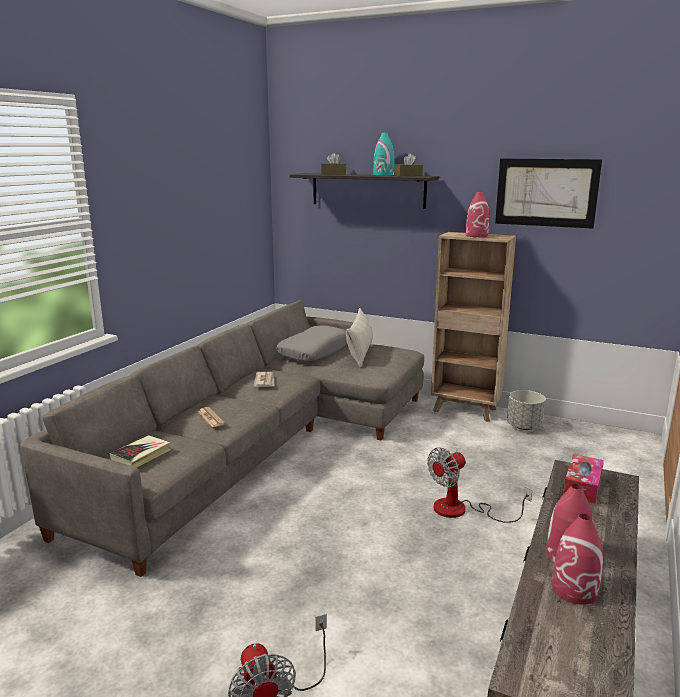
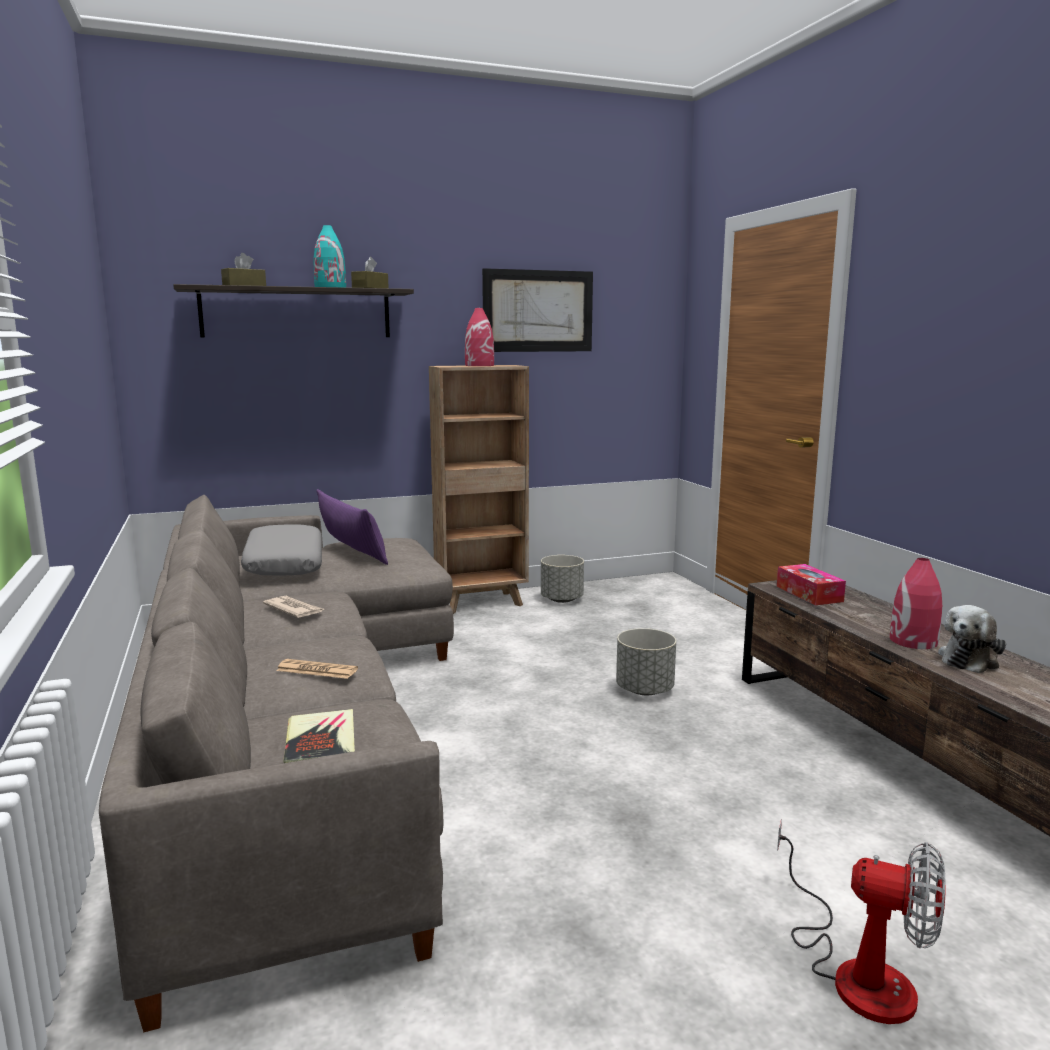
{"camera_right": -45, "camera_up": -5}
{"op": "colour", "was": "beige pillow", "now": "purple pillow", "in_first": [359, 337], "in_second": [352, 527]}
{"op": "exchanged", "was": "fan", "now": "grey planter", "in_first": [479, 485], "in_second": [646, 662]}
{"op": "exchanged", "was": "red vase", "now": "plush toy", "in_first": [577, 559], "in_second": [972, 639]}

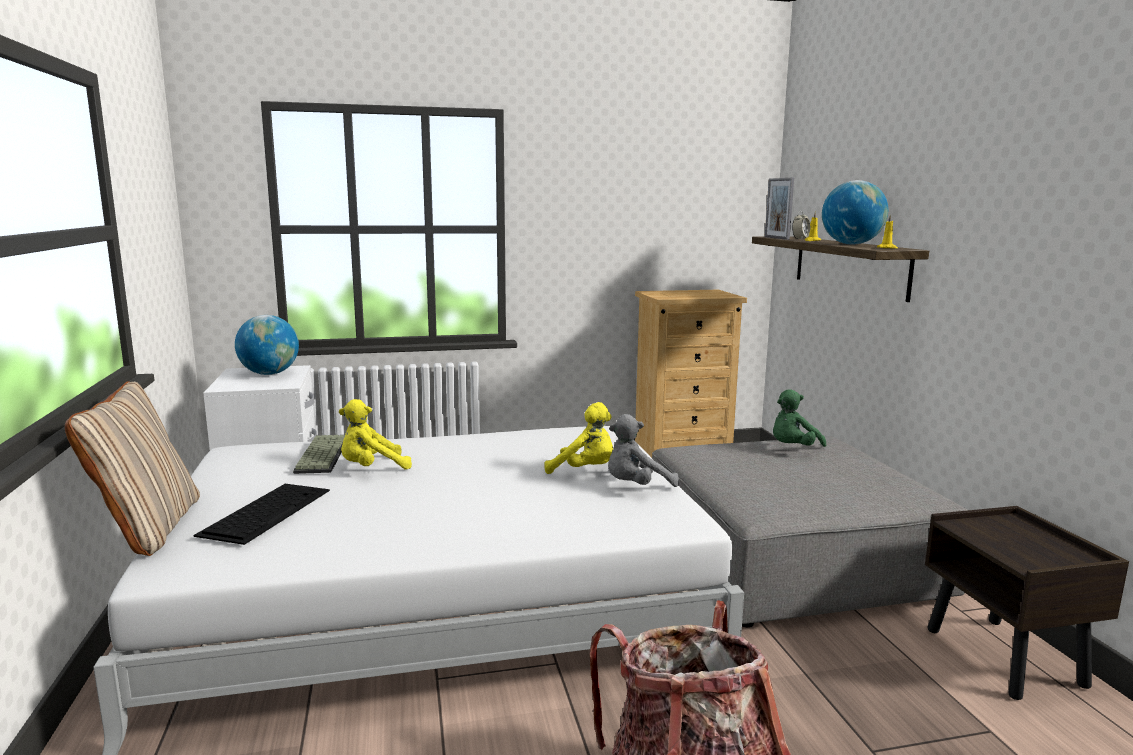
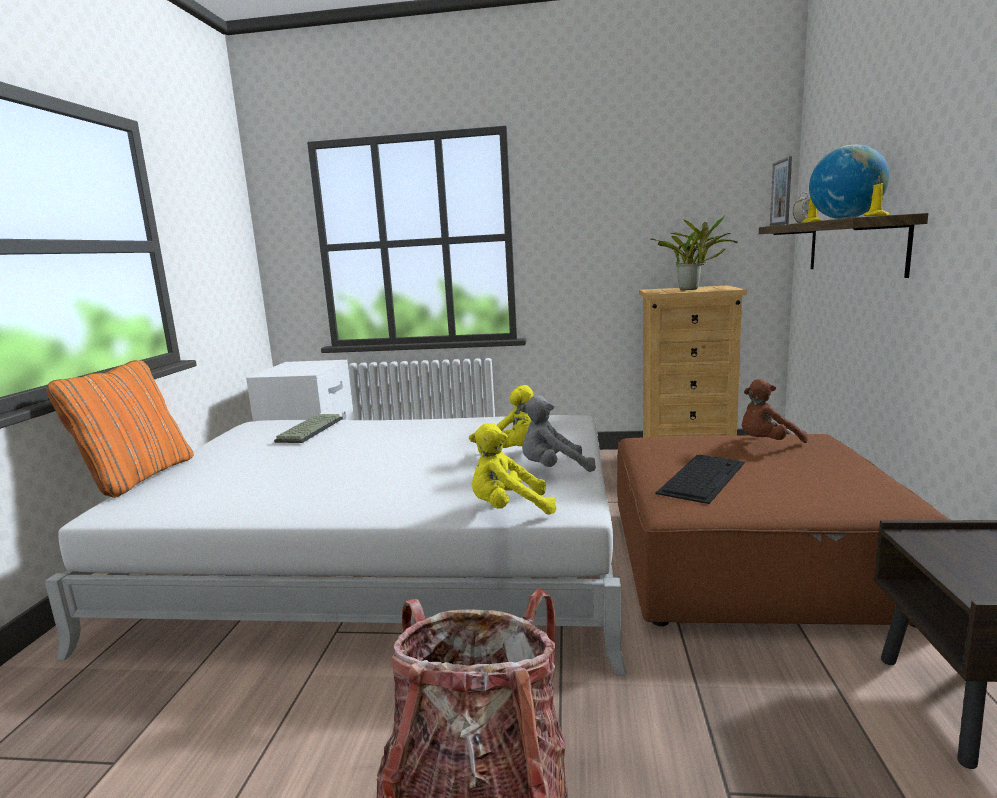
{"camera_right": 20, "camera_up": 0}
{"op": "missing", "was": "globe", "in_first": [267, 345]}
{"op": "colour", "was": "beige pillow", "now": "orange pillow", "in_first": [132, 468], "in_second": [120, 429]}
{"op": "colour", "was": "green plush toy", "now": "brown plush toy", "in_first": [799, 418], "in_second": [775, 411]}
{"op": "relocated", "was": "yellow plush toy", "in_first": [375, 434], "in_second": [512, 469]}
{"op": "colour", "was": "grey ottoman", "now": "brown ottoman", "in_first": [810, 532], "in_second": [783, 531]}
{"op": "relocated", "was": "keyboard", "in_first": [261, 514], "in_second": [700, 479]}
{"op": "appeared", "now": "potted plant", "in_second": [694, 253]}

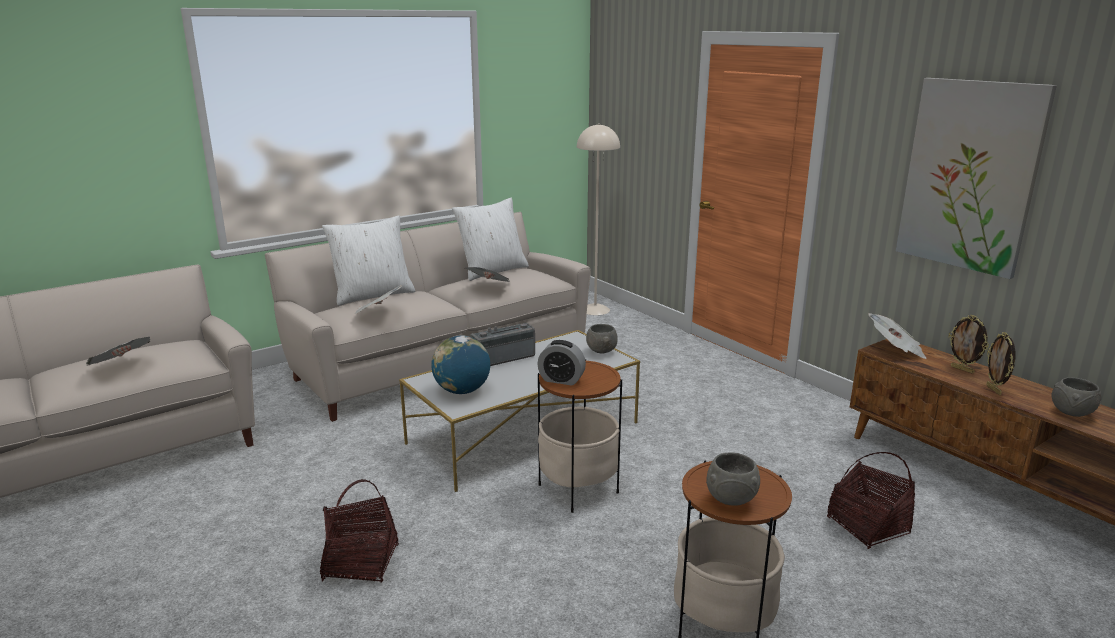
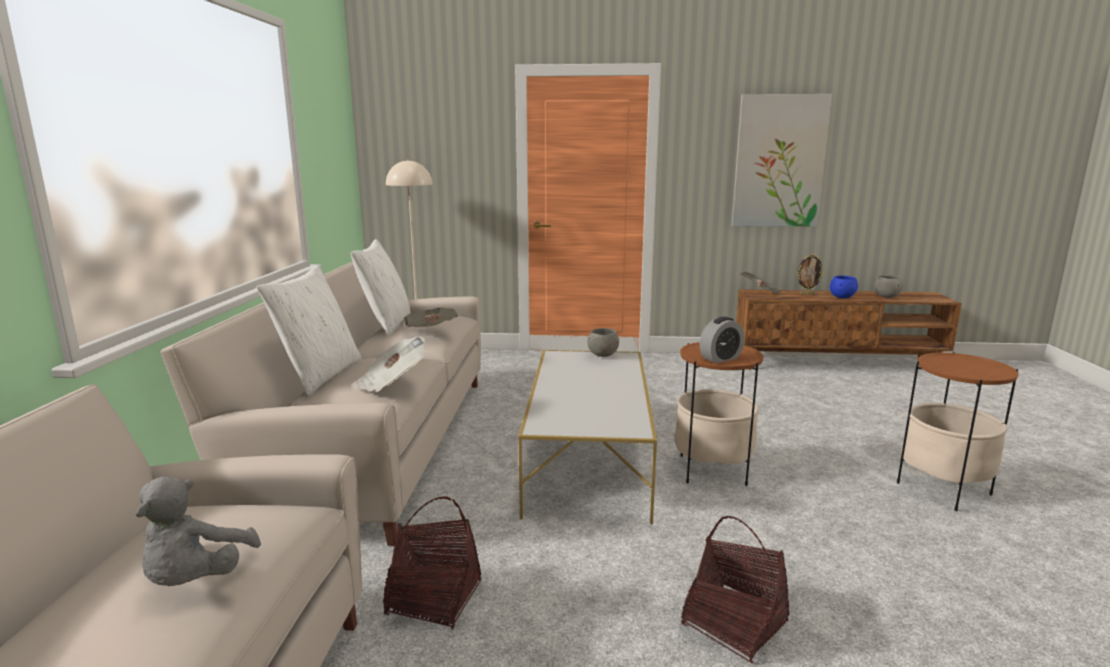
{"camera_right": -50, "camera_up": -5}
{"op": "missing", "was": "radio", "in_first": [502, 344]}
{"op": "exchanged", "was": "picture frame", "now": "blue bowl", "in_first": [1000, 363], "in_second": [844, 287]}
{"op": "missing", "was": "globe", "in_first": [460, 364]}
{"op": "exchanged", "was": "newspaper", "now": "grey plush toy", "in_first": [118, 351], "in_second": [198, 531]}
{"op": "missing", "was": "grey bowl", "in_first": [733, 479]}
{"op": "relocated", "was": "basket", "in_first": [871, 500], "in_second": [432, 562]}

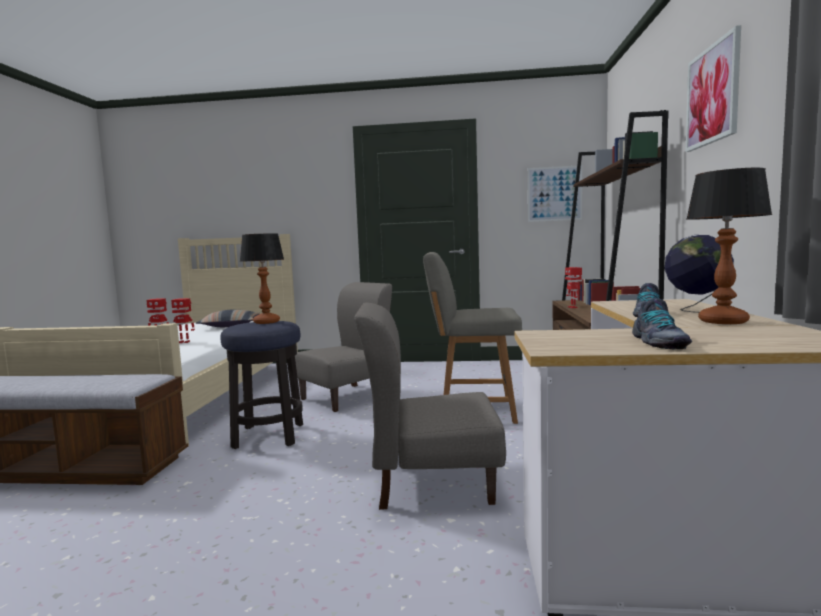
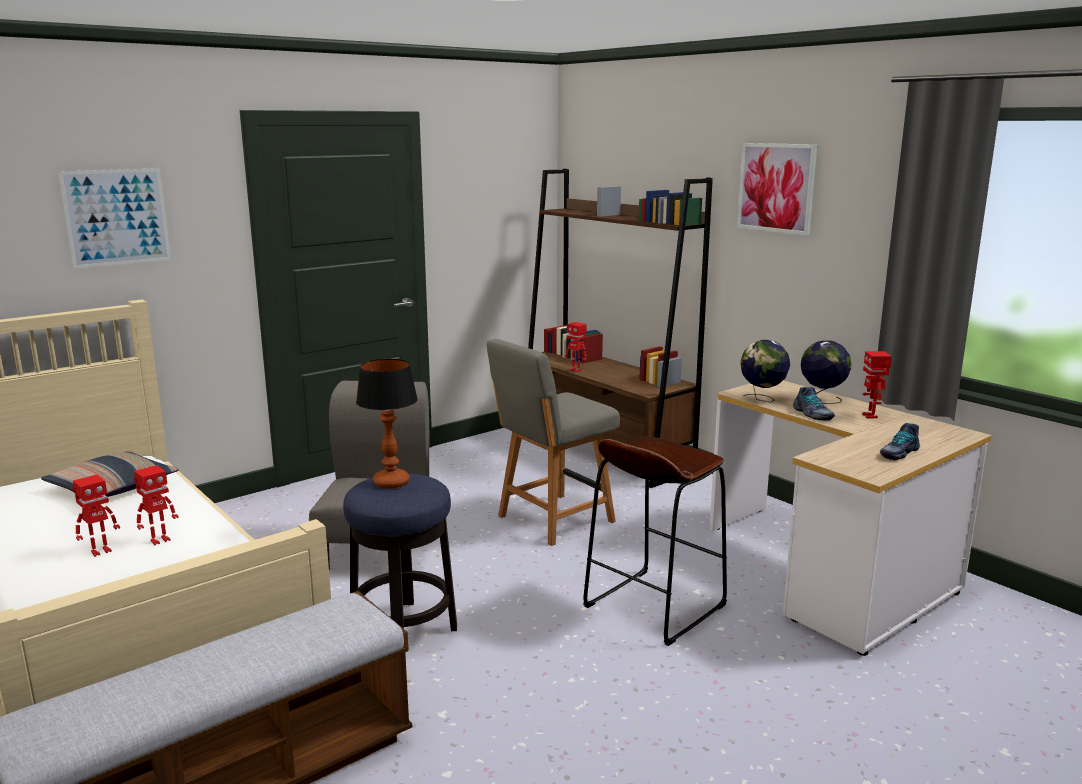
{"camera_right": -45, "camera_up": 10}
{"op": "relocated", "was": "picture", "in_first": [555, 193], "in_second": [115, 218]}
{"op": "exchanged", "was": "table lamp", "now": "toy robot", "in_first": [729, 246], "in_second": [877, 385]}
{"op": "spun", "was": "shoe", "in_first": [662, 323], "in_second": [900, 441], "clockwise": 90}
{"op": "exchanged", "was": "grey chair", "now": "brown stool", "in_first": [430, 406], "in_second": [655, 541]}
{"op": "appeared", "now": "globe", "in_second": [765, 371]}

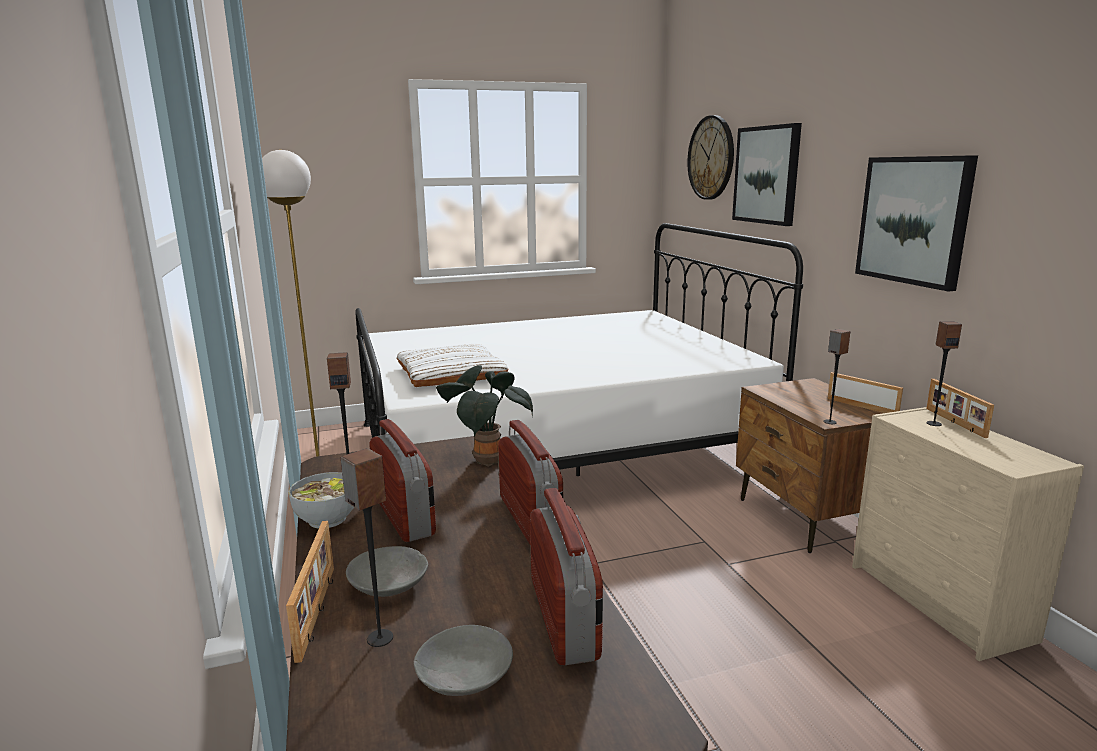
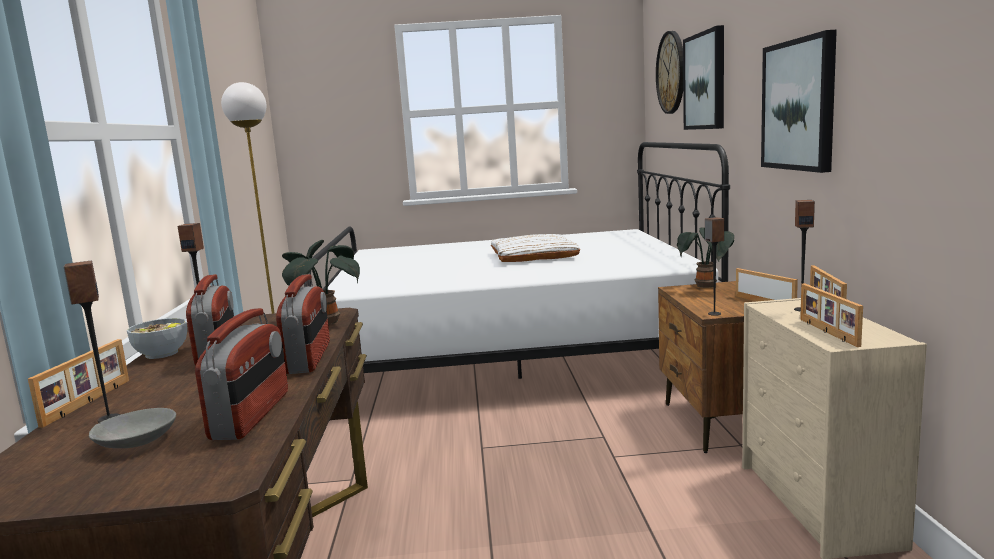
{"camera_right": 15, "camera_up": -5}
{"op": "relocated", "was": "white pillow", "in_first": [453, 365], "in_second": [535, 248]}
{"op": "missing", "was": "grey bowl", "in_first": [387, 571]}
{"op": "appeared", "now": "potted plant", "in_second": [705, 257]}
{"op": "appeared", "now": "picture frame", "in_second": [831, 315]}

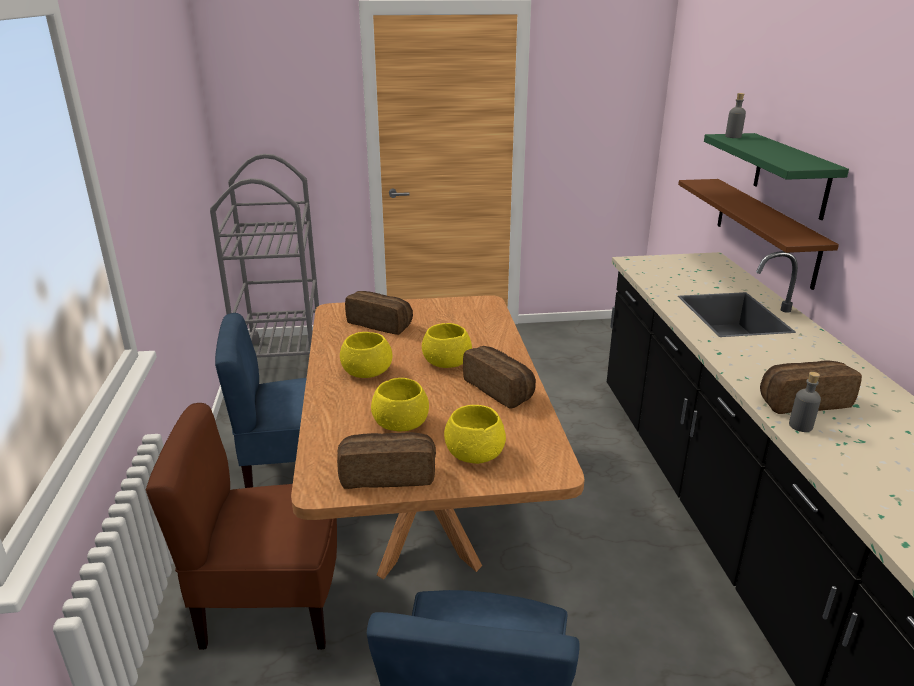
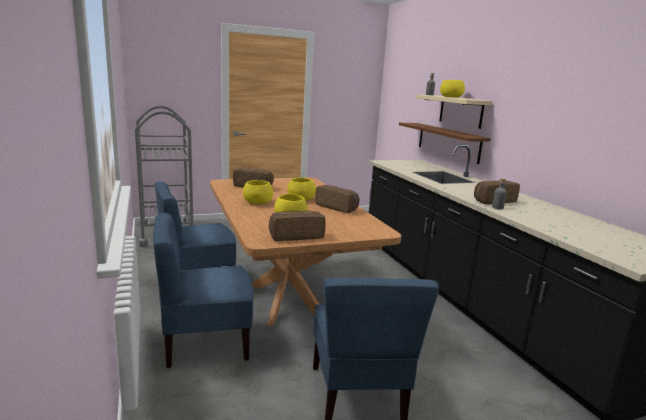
{"camera_right": -15, "camera_up": -10}
{"op": "colour", "was": "green shelf", "now": "beige shelf", "in_first": [776, 176], "in_second": [454, 111]}
{"op": "colour", "was": "brown chair", "now": "blue chair", "in_first": [241, 526], "in_second": [203, 290]}
{"op": "relocated", "was": "yellow bowl", "in_first": [475, 434], "in_second": [452, 89]}

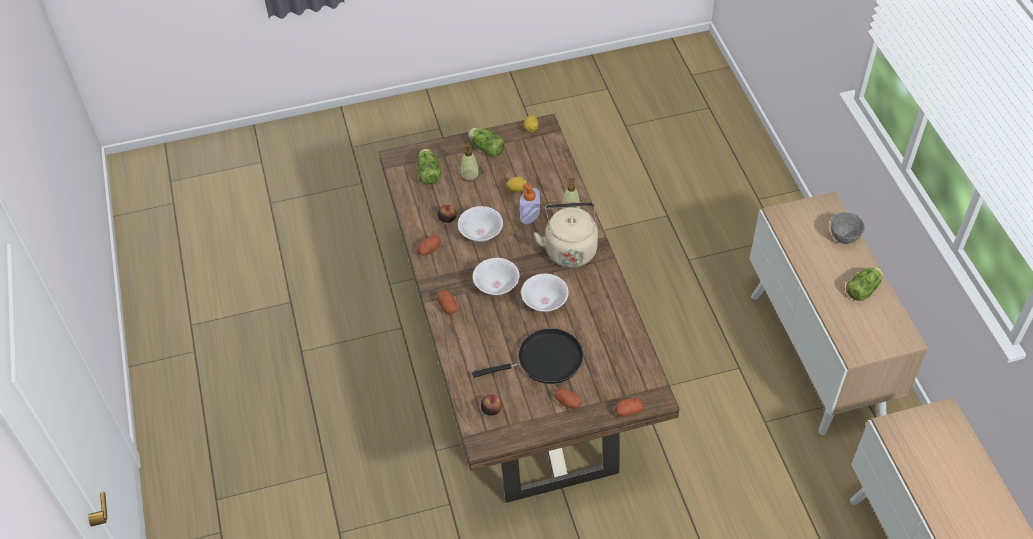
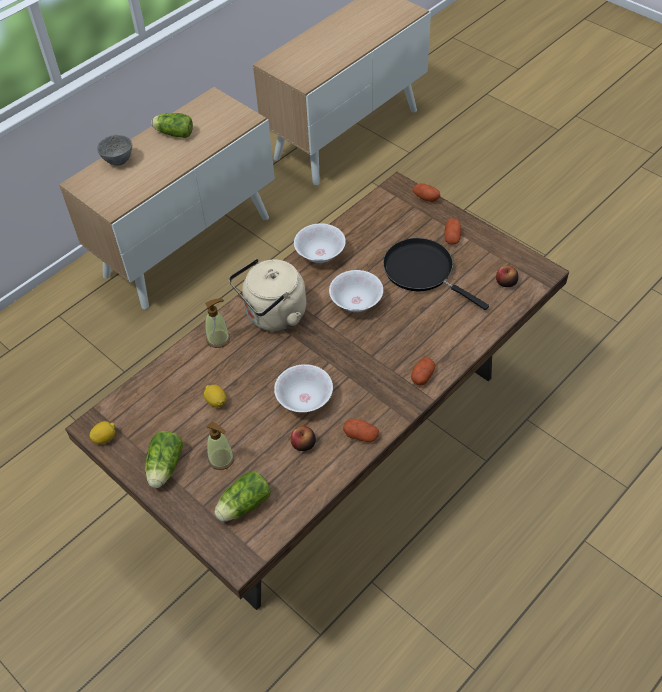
{"camera_right": -120, "camera_up": 0}
{"op": "missing", "was": "soap dispenser", "in_first": [530, 204]}
{"op": "relocated", "was": "white bowl", "in_first": [496, 276], "in_second": [320, 243]}

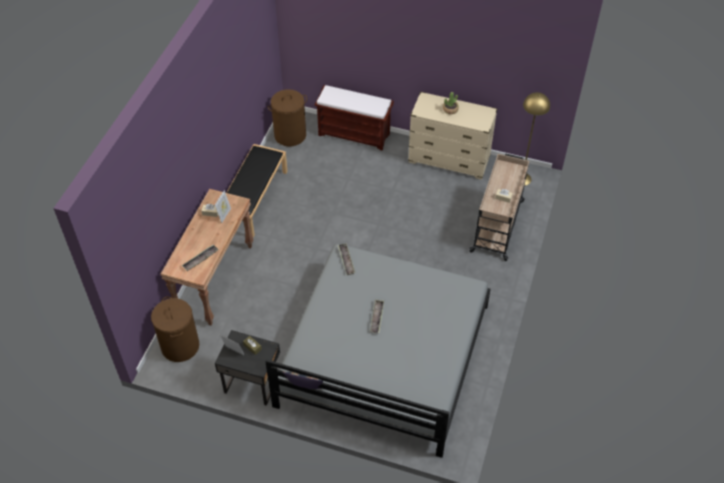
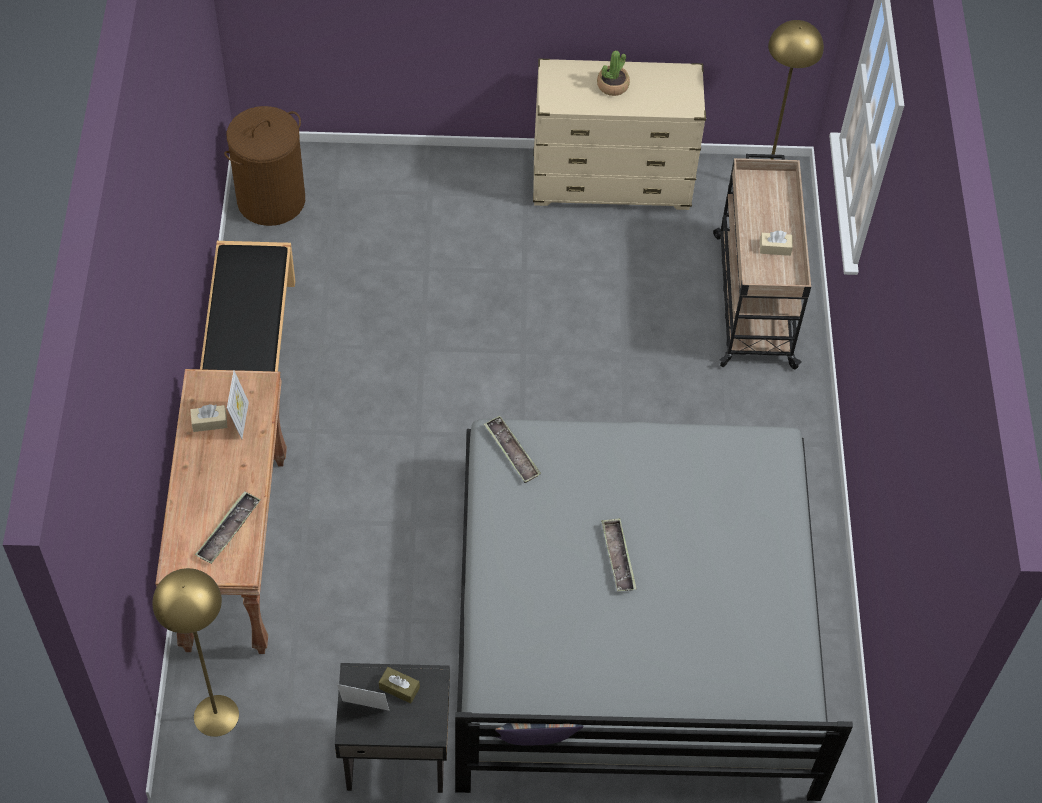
{"camera_right": -20, "camera_up": 5}
{"op": "missing", "was": "brown bench", "in_first": [354, 118]}
{"op": "exchanged", "was": "brown laundry basket", "now": "yellow floor lamp", "in_first": [175, 329], "in_second": [196, 652]}

